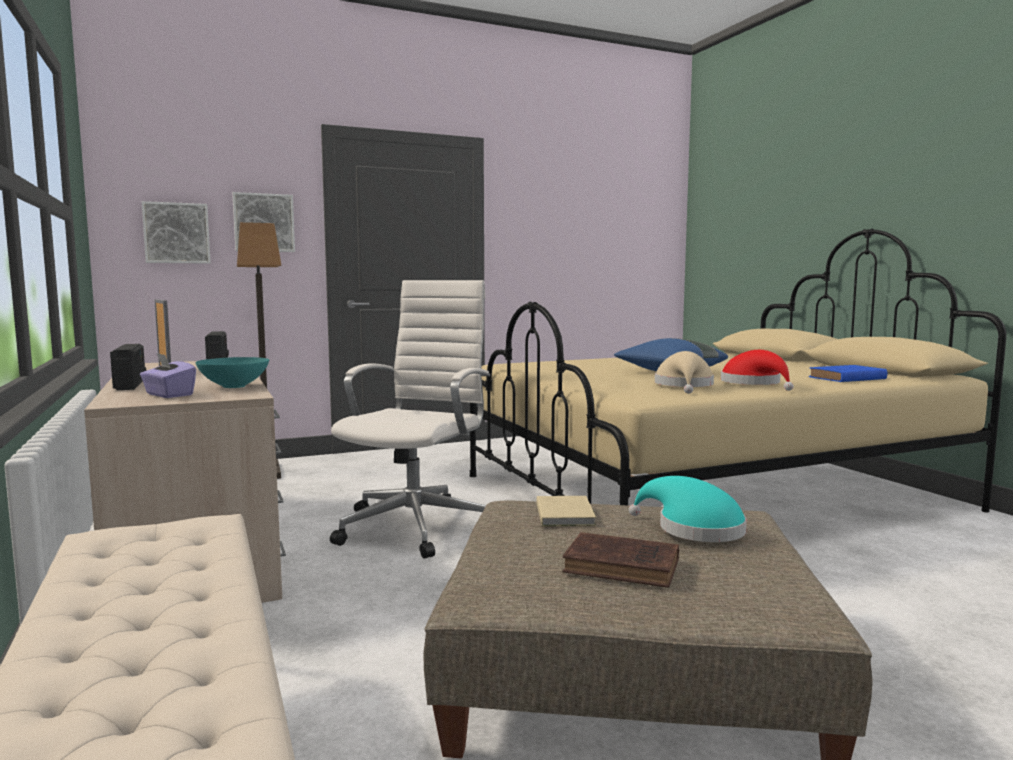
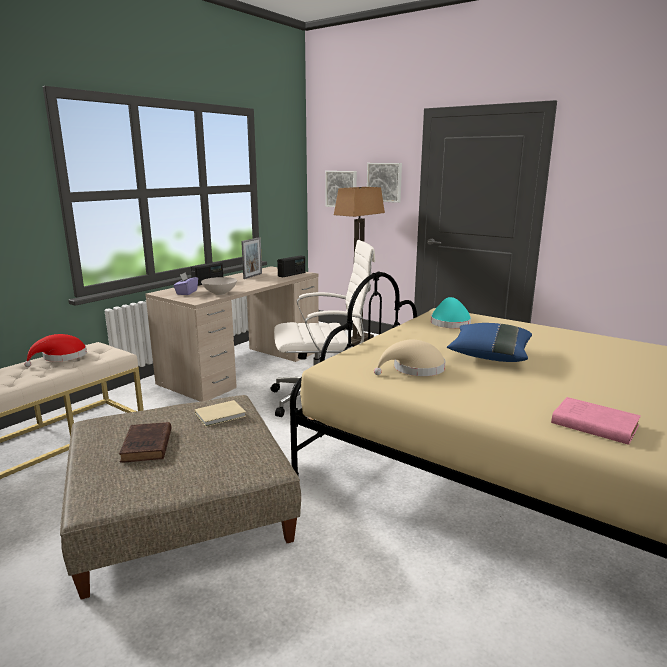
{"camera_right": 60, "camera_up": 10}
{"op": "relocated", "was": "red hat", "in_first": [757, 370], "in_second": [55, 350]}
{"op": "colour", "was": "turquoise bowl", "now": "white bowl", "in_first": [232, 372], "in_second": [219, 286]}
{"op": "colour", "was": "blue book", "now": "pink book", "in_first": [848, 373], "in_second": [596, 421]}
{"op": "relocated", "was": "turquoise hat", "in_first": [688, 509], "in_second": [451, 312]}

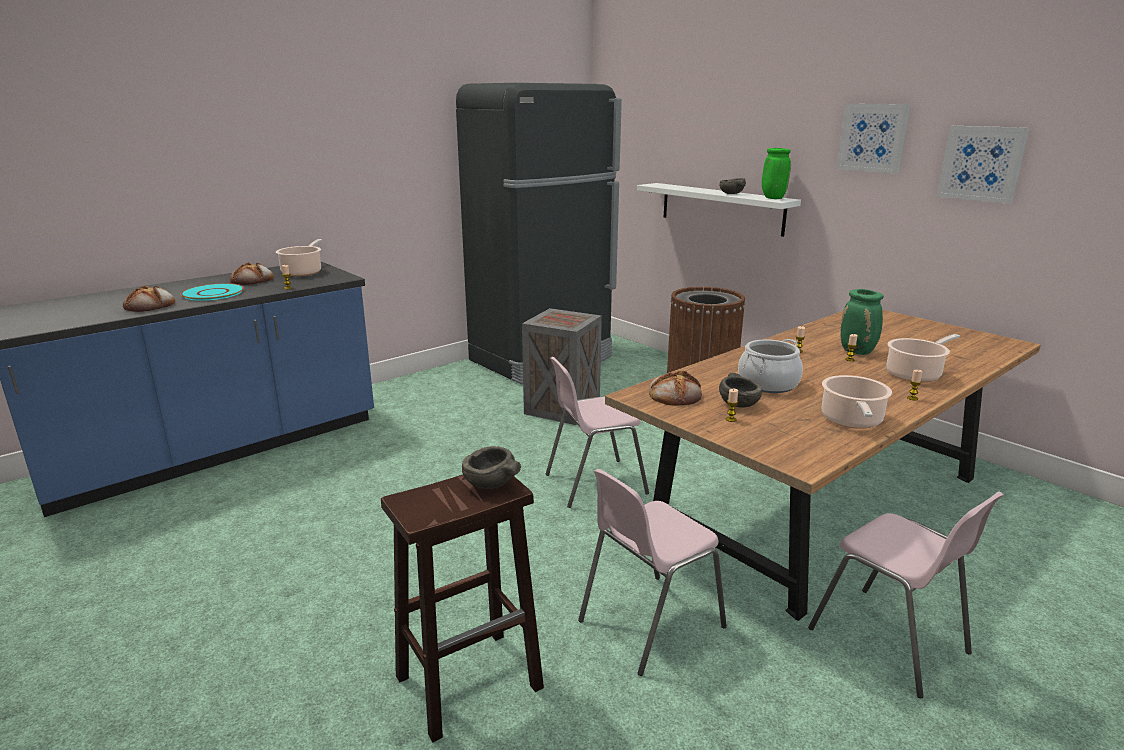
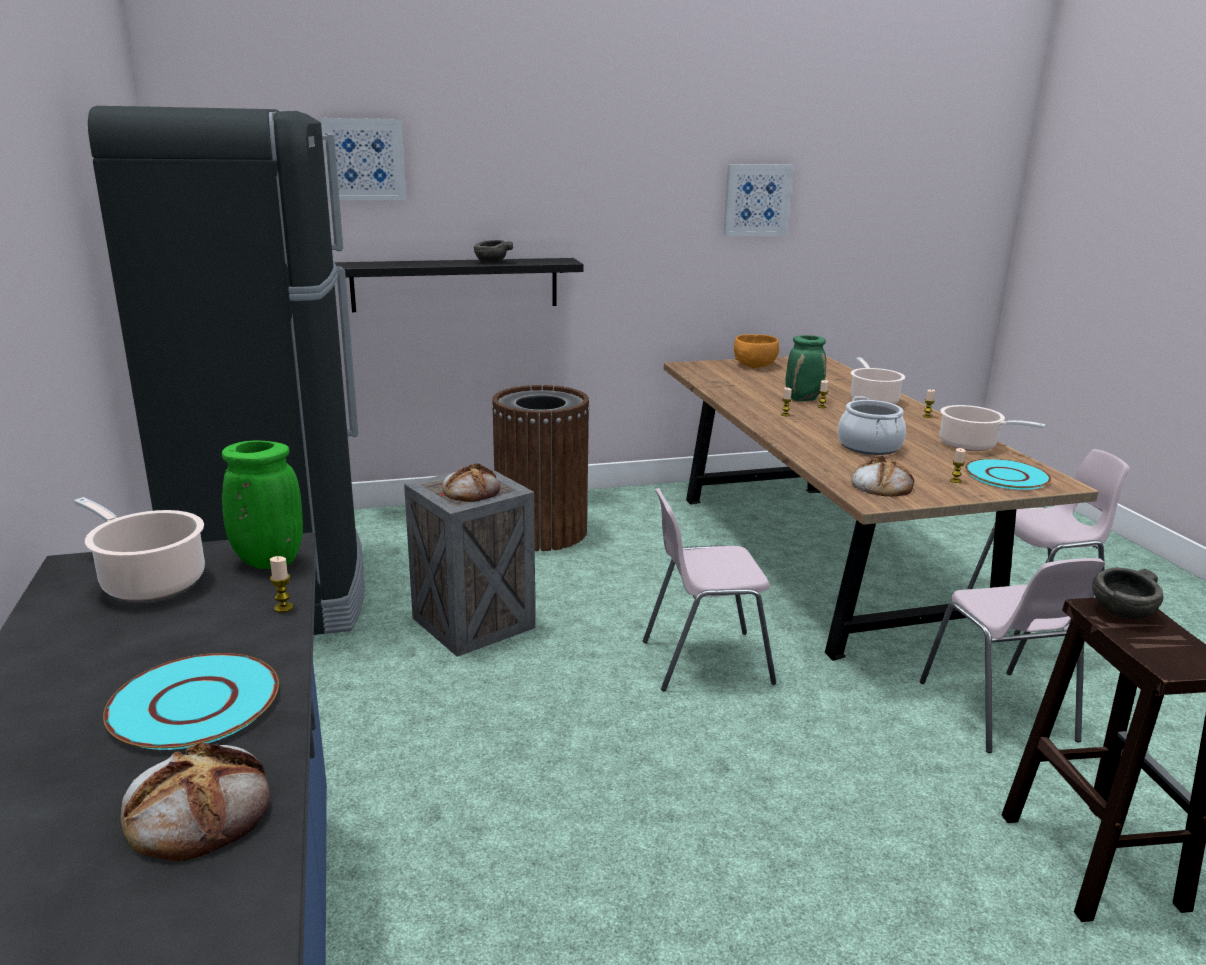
{"camera_right": -65, "camera_up": 0}
{"op": "relocated", "was": "picture", "in_first": [873, 139], "in_second": [363, 159]}
{"op": "relocated", "was": "green vase", "in_first": [776, 173], "in_second": [262, 504]}
{"op": "colour", "was": "white shelf", "now": "black shelf", "in_first": [719, 210], "in_second": [459, 285]}
{"op": "relocated", "was": "bread", "in_first": [252, 273], "in_second": [471, 482]}
{"op": "spun", "was": "pink chair", "in_first": [597, 432], "in_second": [709, 589], "clockwise": 75}
{"op": "missing", "was": "grey bowl", "in_first": [740, 390]}
{"op": "appeared", "now": "orange bowl", "in_second": [756, 351]}
{"op": "appeared", "now": "turquoise plate", "in_second": [1008, 474]}

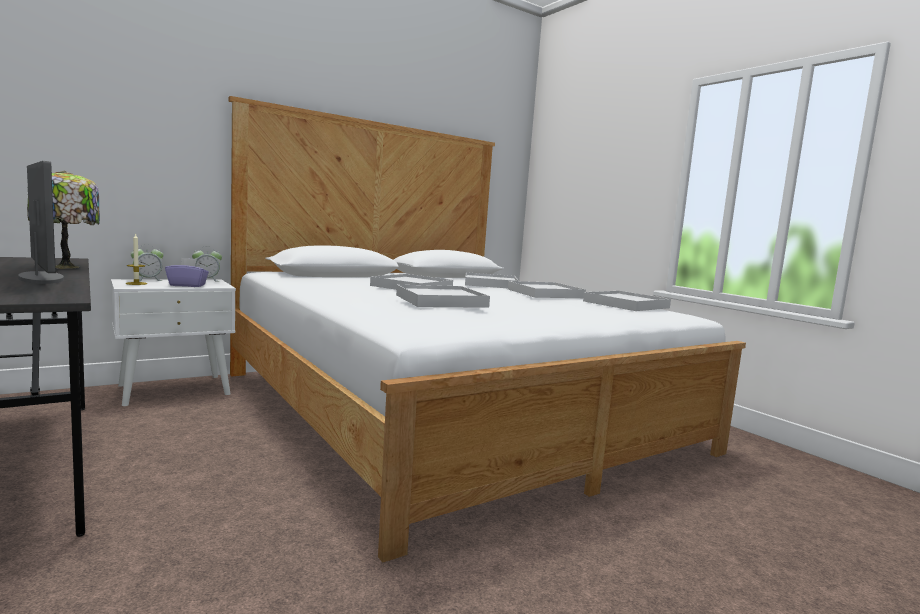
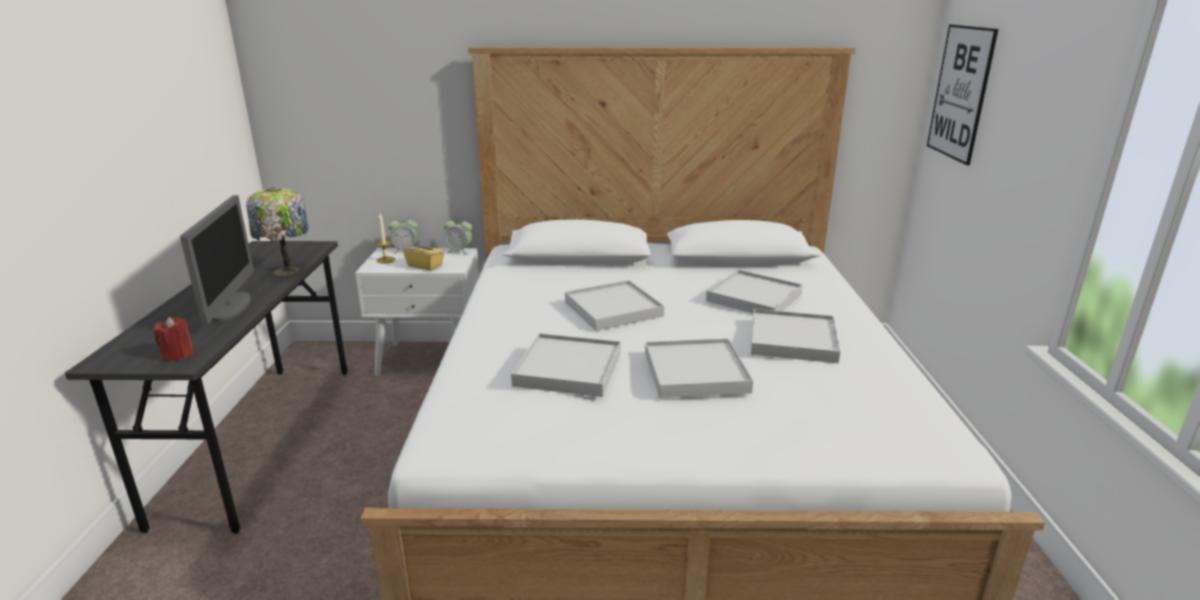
{"camera_right": 35, "camera_up": 15}
{"op": "colour", "was": "purple tissue box", "now": "yellow tissue box", "in_first": [187, 272], "in_second": [424, 254]}
{"op": "relocated", "was": "white tray", "in_first": [627, 301], "in_second": [699, 368]}
{"op": "appeared", "now": "picture", "in_second": [962, 95]}
{"op": "appeared", "now": "red candle", "in_second": [174, 339]}

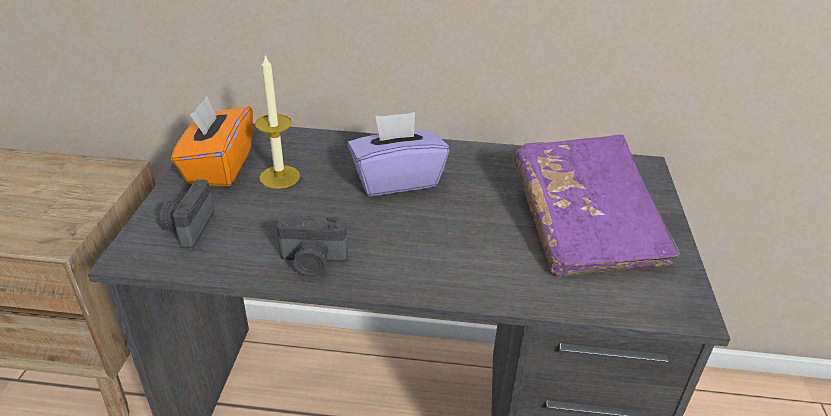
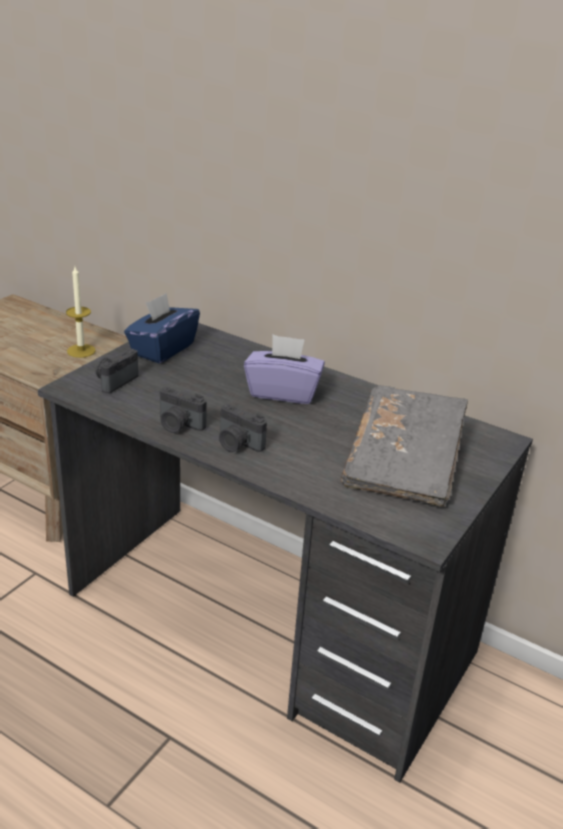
{"camera_right": 25, "camera_up": -5}
{"op": "relocated", "was": "candle", "in_first": [277, 122], "in_second": [81, 312]}
{"op": "colour", "was": "orange tissue box", "now": "blue tissue box", "in_first": [212, 141], "in_second": [162, 328]}
{"op": "colour", "was": "purple book", "now": "grey book", "in_first": [596, 206], "in_second": [404, 446]}
{"op": "appeared", "now": "photo camera", "in_second": [243, 428]}

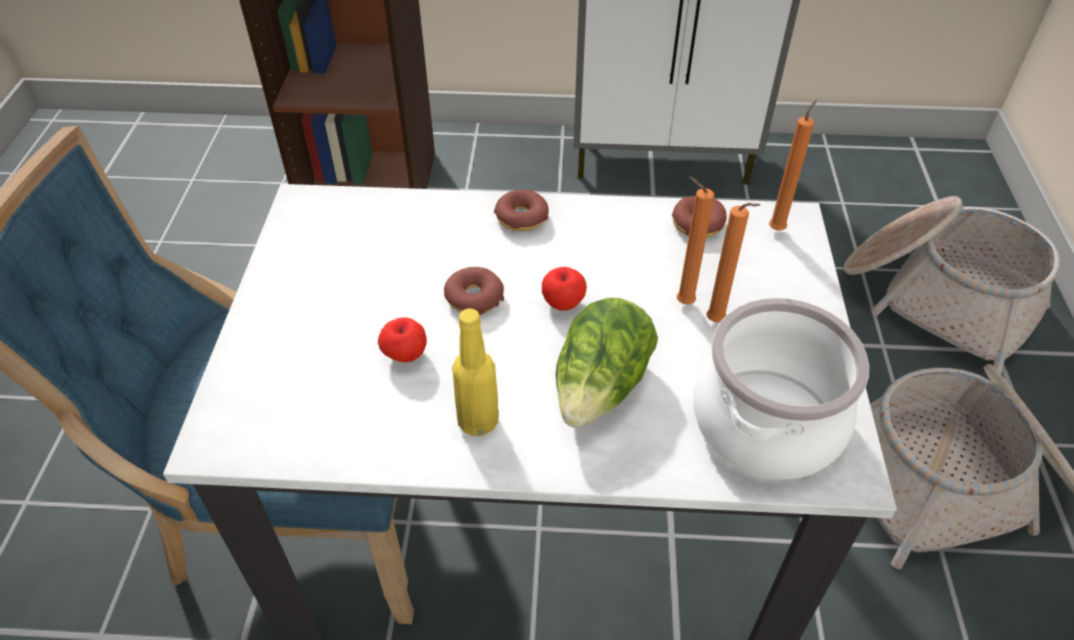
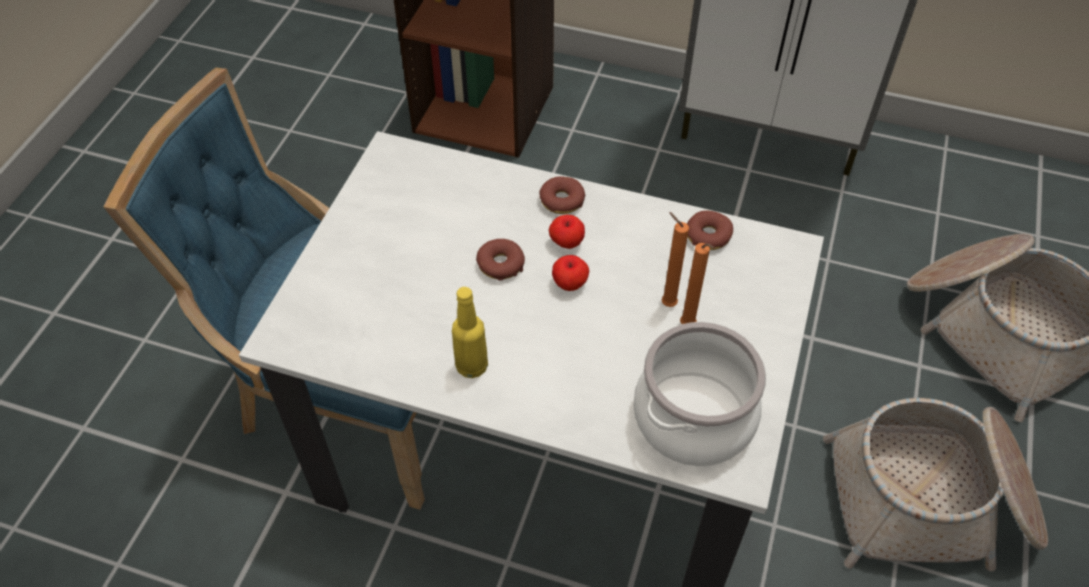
{"camera_right": 15, "camera_up": 5}
{"op": "missing", "was": "orange candle", "in_first": [793, 165]}
{"op": "missing", "was": "lettuce", "in_first": [607, 363]}
{"op": "relocated", "was": "apple", "in_first": [402, 339], "in_second": [567, 232]}

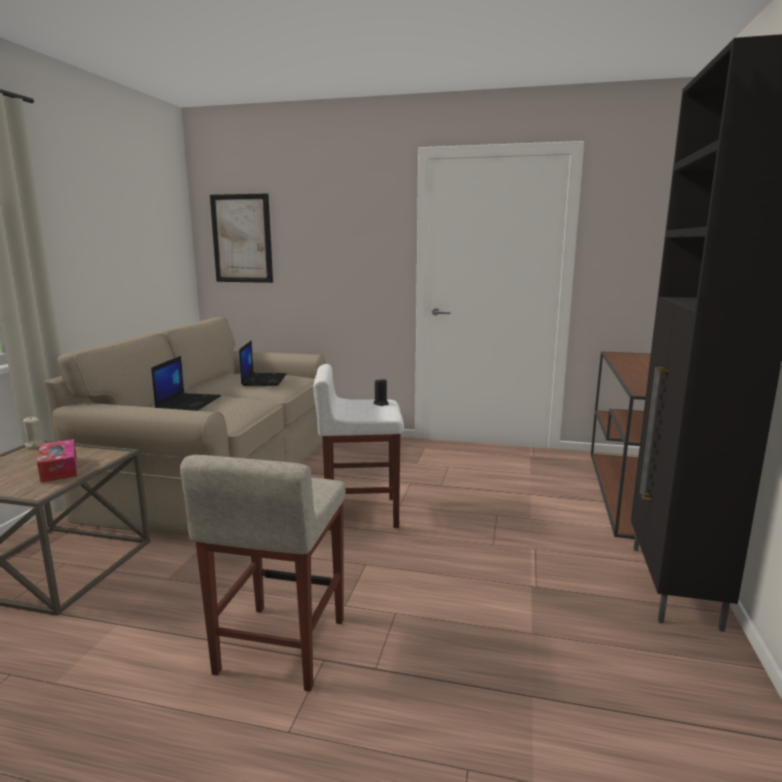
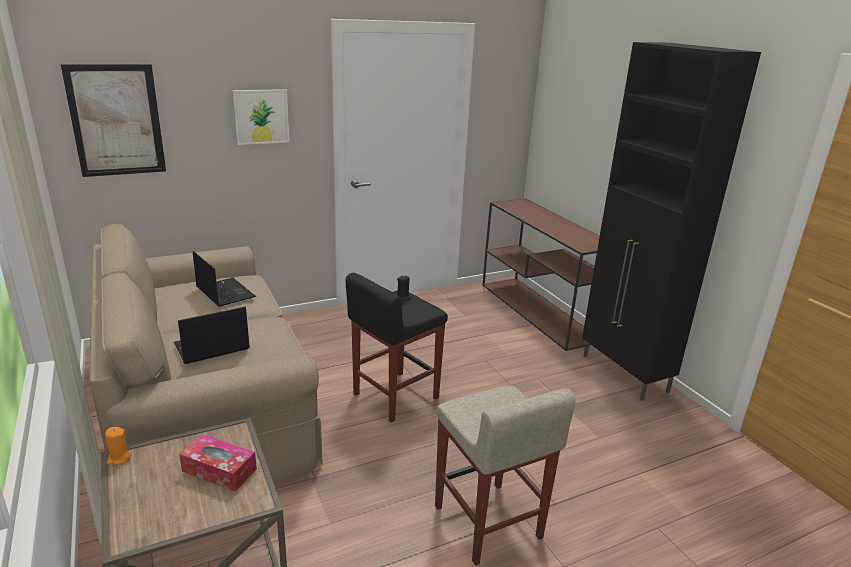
{"camera_right": -40, "camera_up": 10}
{"op": "spun", "was": "laptop", "in_first": [186, 383], "in_second": [212, 335], "clockwise": -90}
{"op": "colour", "was": "white stool", "now": "black stool", "in_first": [358, 447], "in_second": [397, 348]}
{"op": "colour", "was": "beige candle", "now": "orange candle", "in_first": [34, 432], "in_second": [118, 446]}
{"op": "appeared", "now": "picture", "in_second": [261, 117]}

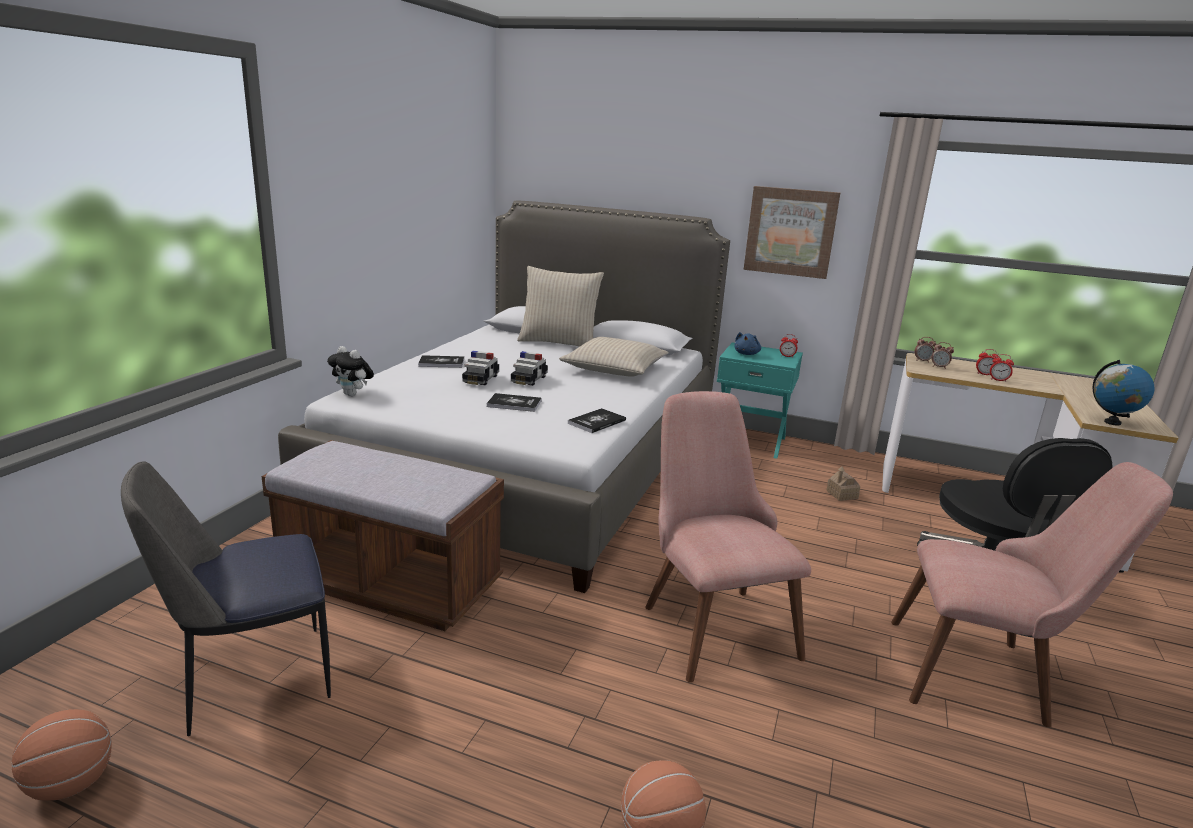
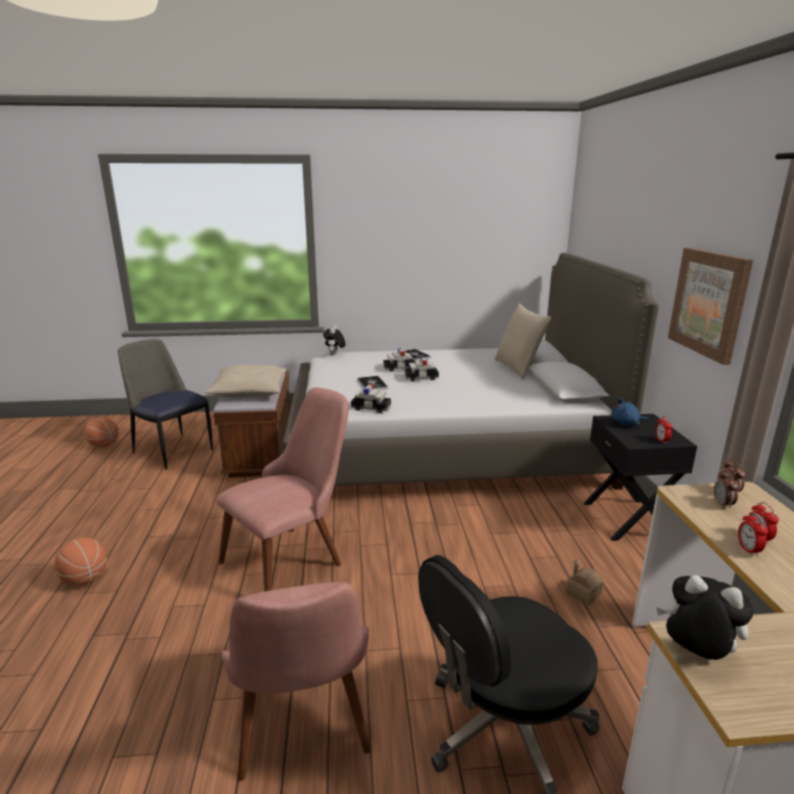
{"camera_right": 65, "camera_up": 0}
{"op": "relocated", "was": "beige pillow", "in_first": [614, 357], "in_second": [246, 381]}
{"op": "colour", "was": "turquoise nightstand", "now": "black nightstand", "in_first": [760, 400], "in_second": [640, 477]}
{"op": "exchanged", "was": "globe", "now": "plush toy", "in_first": [1123, 392], "in_second": [705, 617]}
{"op": "exchanged", "was": "book", "now": "toy car", "in_first": [597, 420], "in_second": [371, 398]}

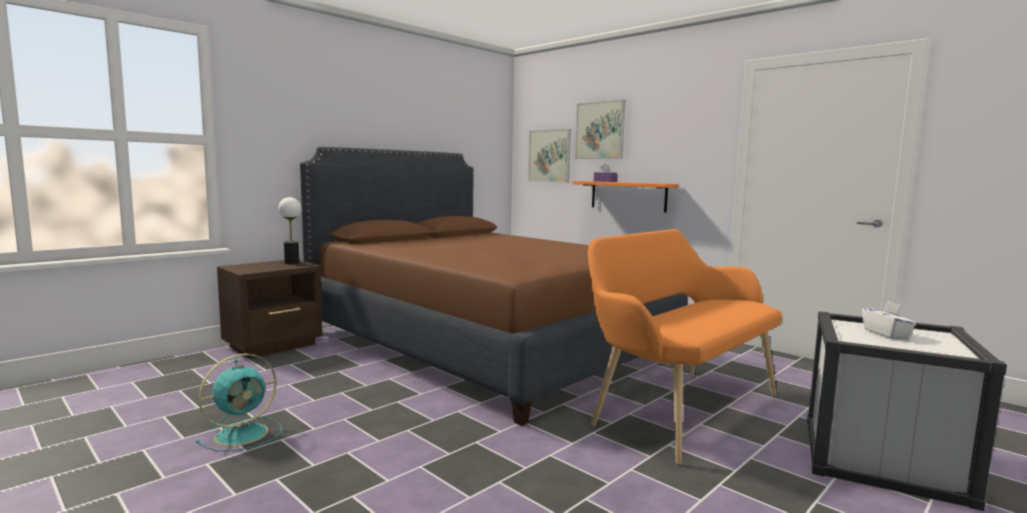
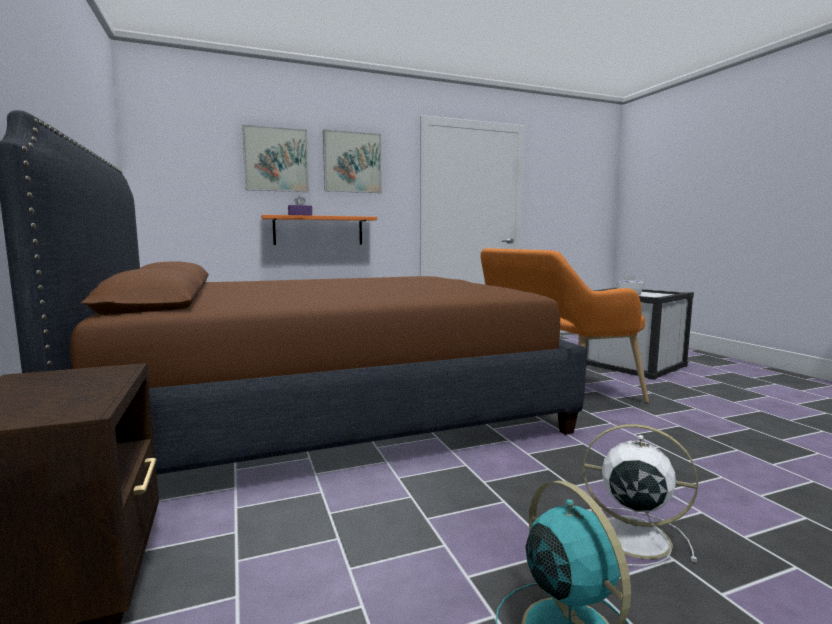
{"camera_right": -65, "camera_up": 0}
{"op": "relocated", "was": "picture", "in_first": [549, 156], "in_second": [352, 161]}
{"op": "missing", "was": "table lamp", "in_first": [289, 230]}
{"op": "appeared", "now": "white fan", "in_second": [640, 495]}

